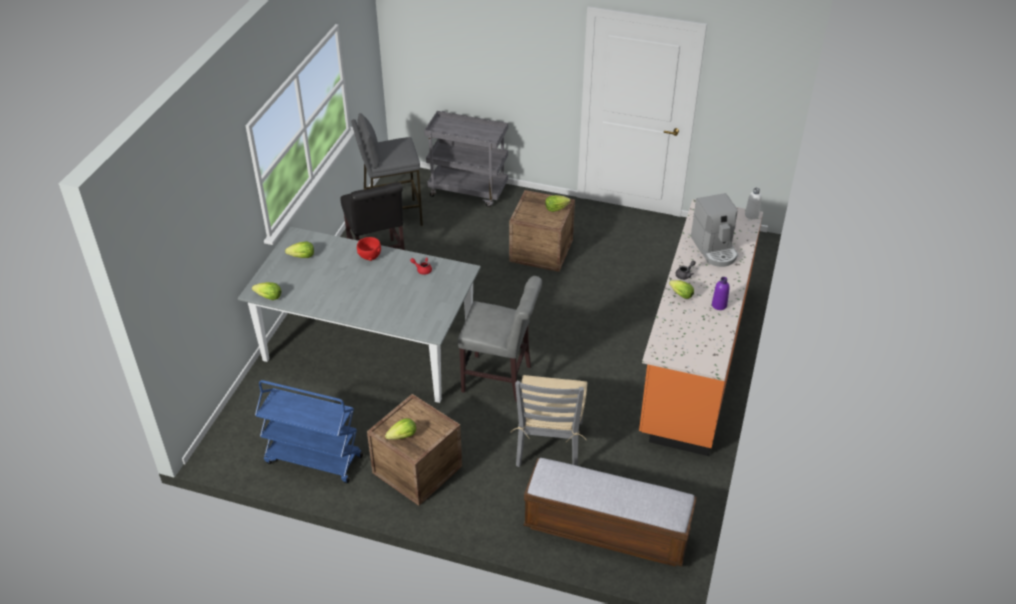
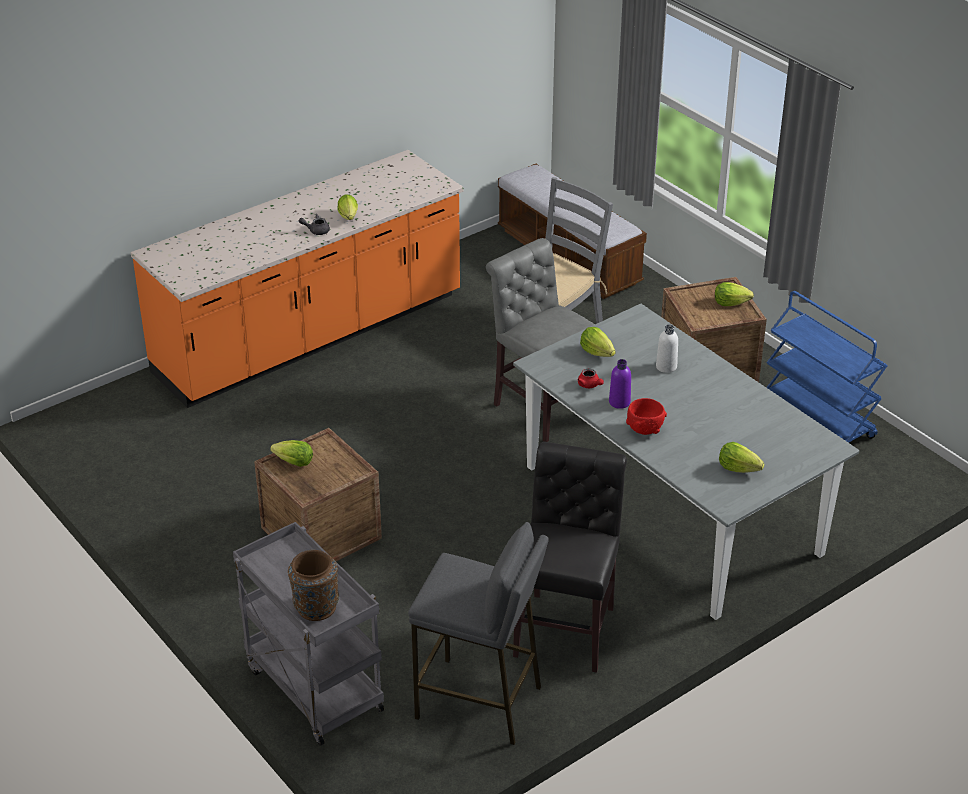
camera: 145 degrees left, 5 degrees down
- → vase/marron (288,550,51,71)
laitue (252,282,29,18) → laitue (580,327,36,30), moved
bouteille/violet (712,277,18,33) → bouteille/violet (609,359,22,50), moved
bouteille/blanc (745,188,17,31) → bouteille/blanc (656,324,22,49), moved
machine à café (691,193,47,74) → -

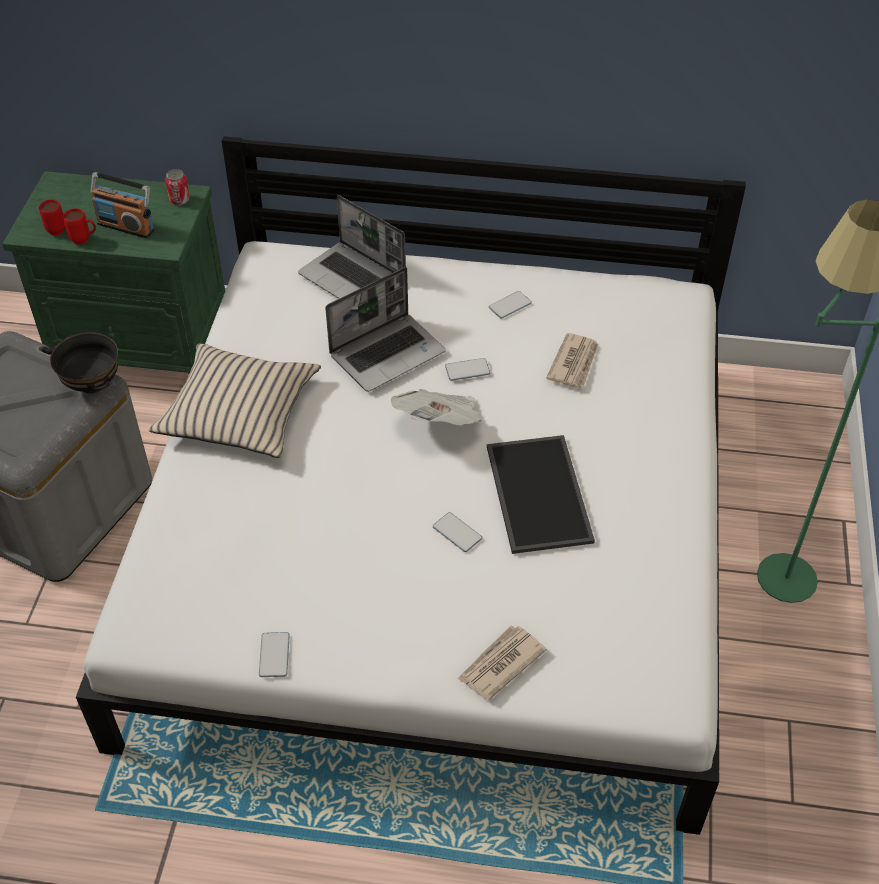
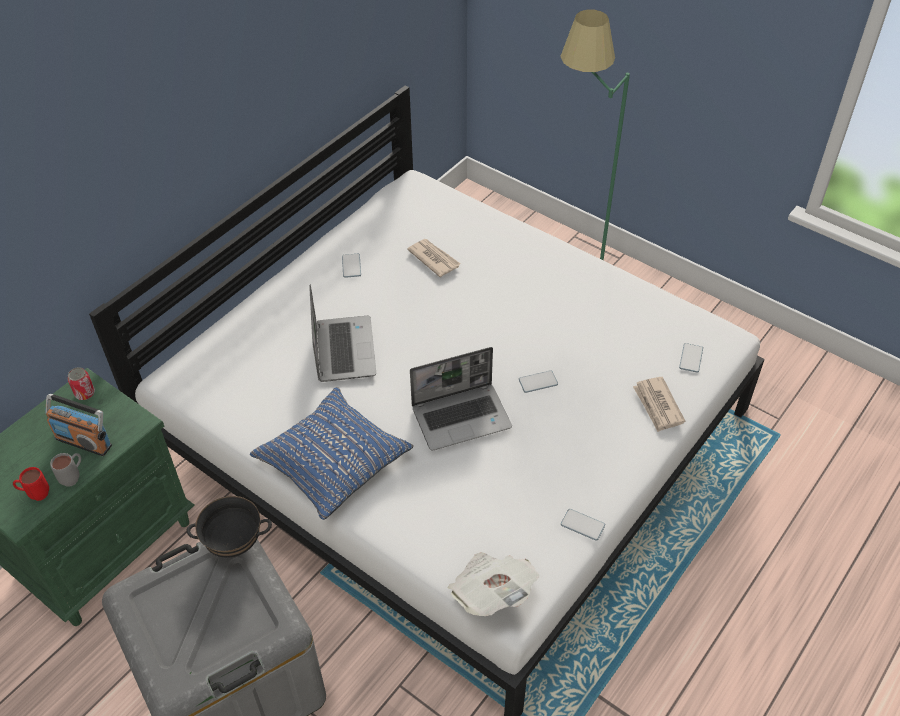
camera: 60 degrees left, 0 degrees up
radio (90,172,65,66) → radio (45,394,67,62), 60 degrees clockwise
mug/rouge (63,208,33,37) → mug/gris (50,453,31,34)
coussin/beige (149,343,172,115) → coussin/bleu (250,387,164,133)
ordinateur portable (298,195,108,104) → ordinateur portable (410,347,102,104), moved
journal (391,389,90,36) → journal (447,552,92,64), moved
téléphone (445,358,45,23) → téléphone (679,343,24,30), moved
plateau (487,435,108,119) → -

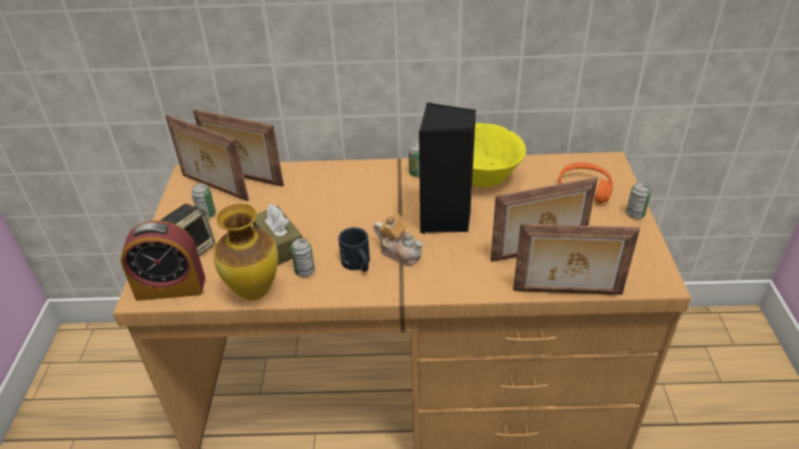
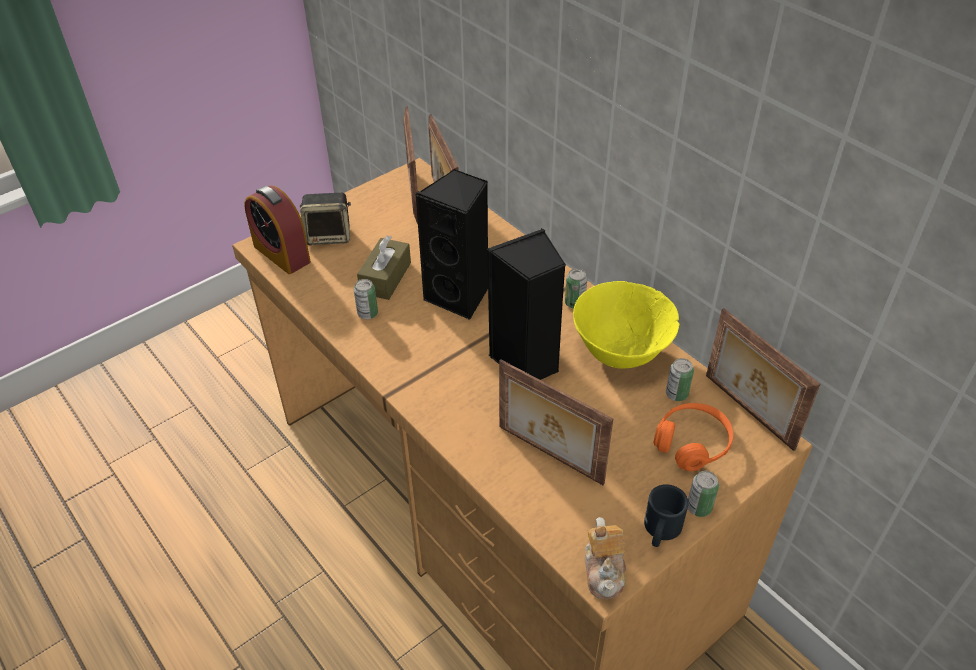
camera: 50 degrees right, 5 degrees up
- → enceinte/noir (415,169,73,151)
théière (374,214,49,51) → théière (585,517,41,82), moved
mug/noir (338,227,32,45) → mug/noir (644,484,45,63), moved
boîte métallique (191,183,25,36) → boîte métallique (666,358,28,43), moved
cadre photo (513,224,127,71) → cadre photo (706,308,114,143), moved
vase (214,204,64,96) → -

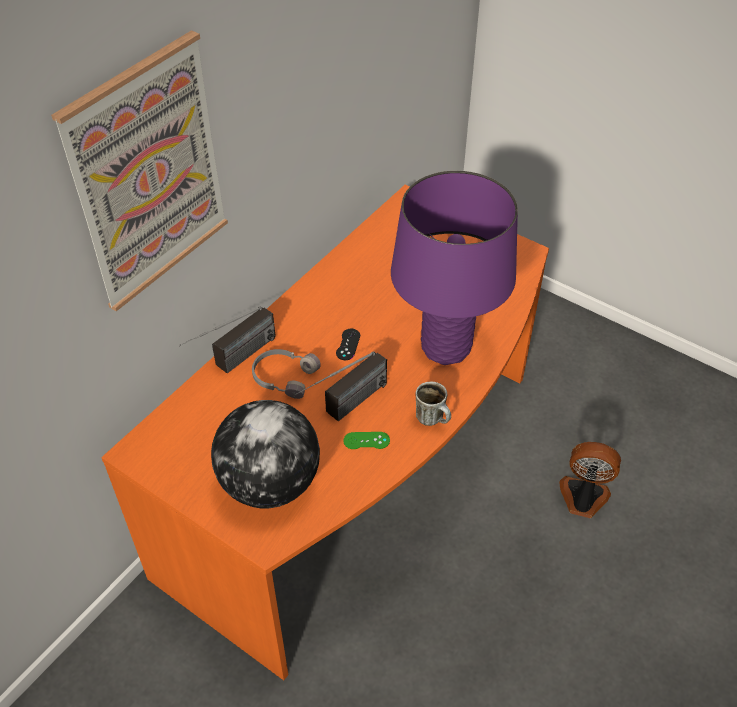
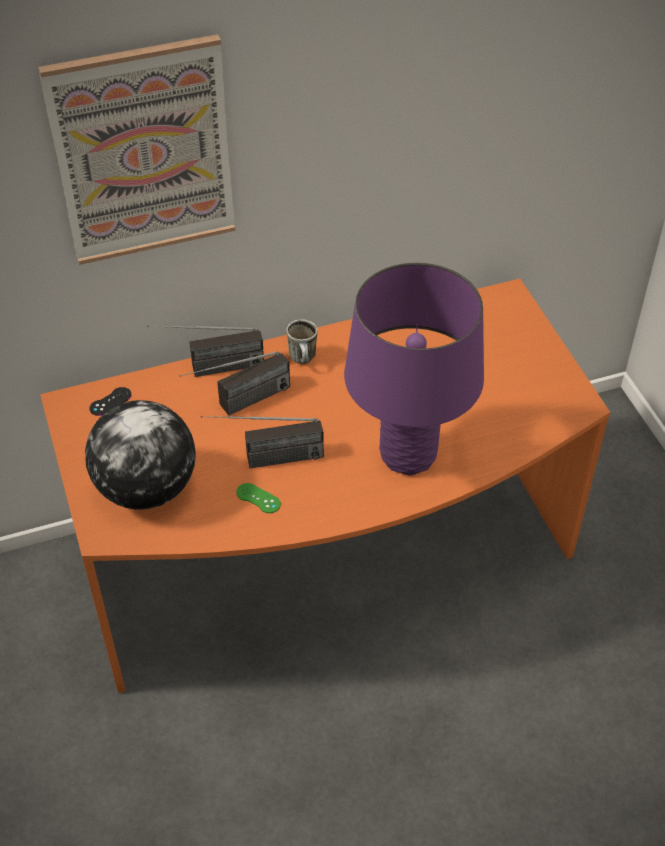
camera: 35 degrees right, 0 degrees up
manette/noir (336,329,24,31) → manette/noir (89,387,43,29), moved
casque audio/gris (252,349,69,50) → radio (179,351,111,64)
mug (415,381,36,45) → mug (286,319,32,45), moved
ventilateur (559,442,62,76) → -

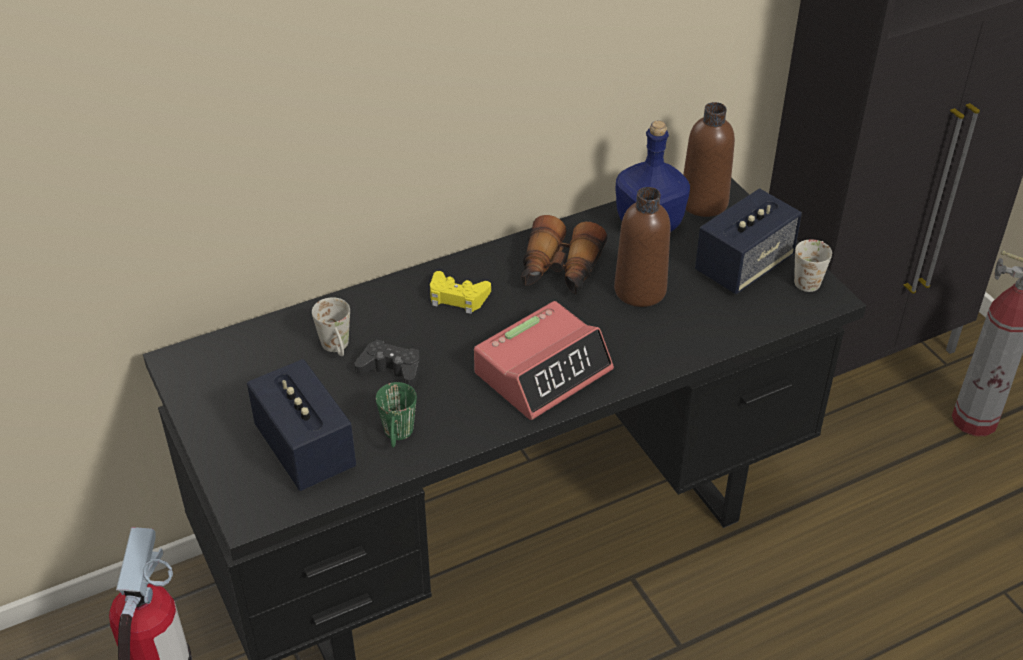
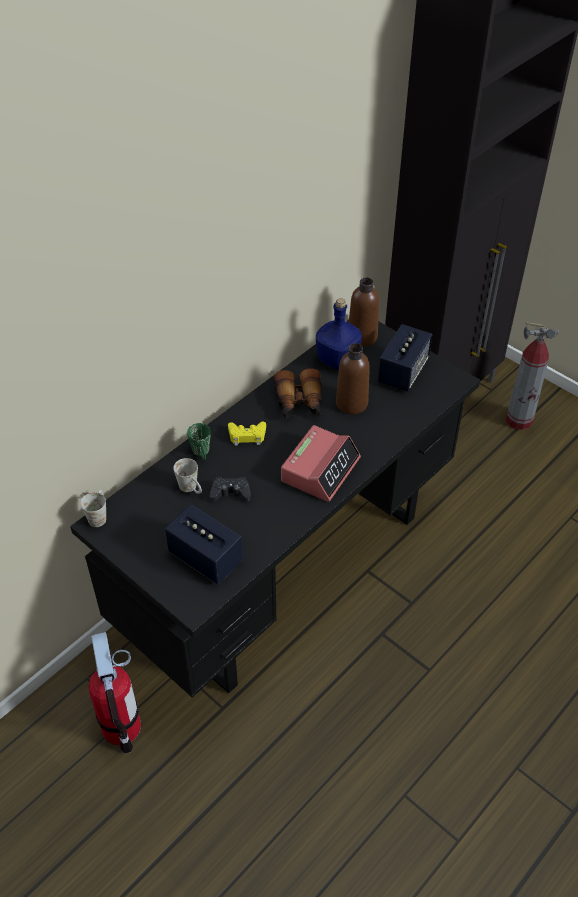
camera: 20 degrees left, 5 degrees up
mug/blanc (794,239,38,53) → mug/blanc (80,490,26,37), moved
mug/vert (376,382,41,66) → mug/vert (187,423,24,37), moved

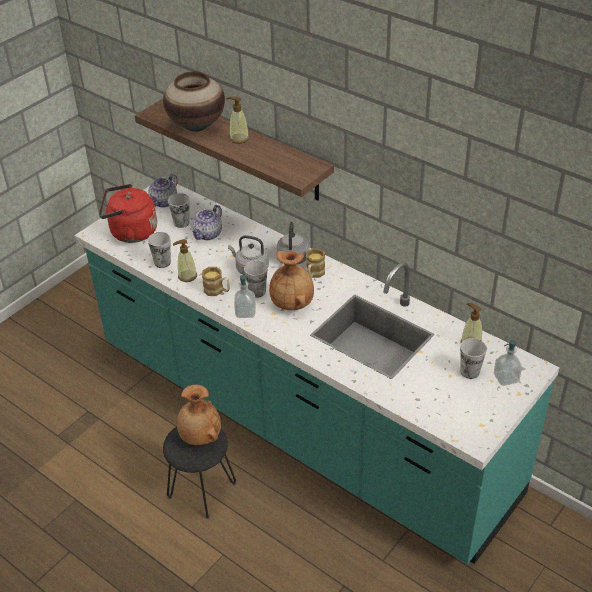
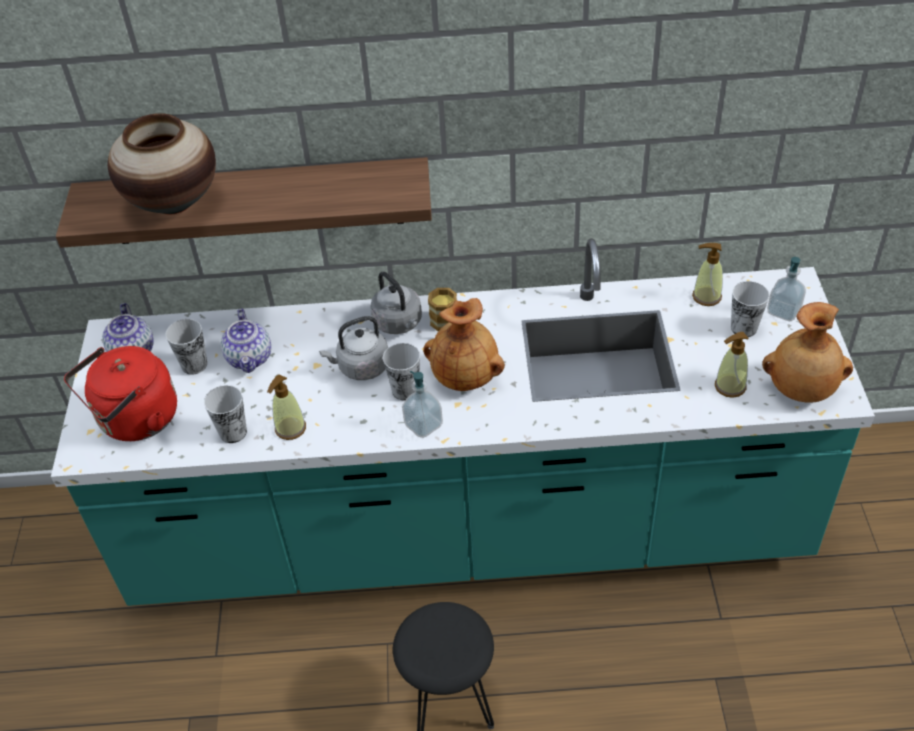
camera: 40 degrees left, 5 degrees up
distributeur de savon (226,96,23,48) → distributeur de savon (715,332,34,66), moved
vase/marron (177,385,44,60) → vase/marron (762,302,91,101), moved
mug (202,267,28,29) → -

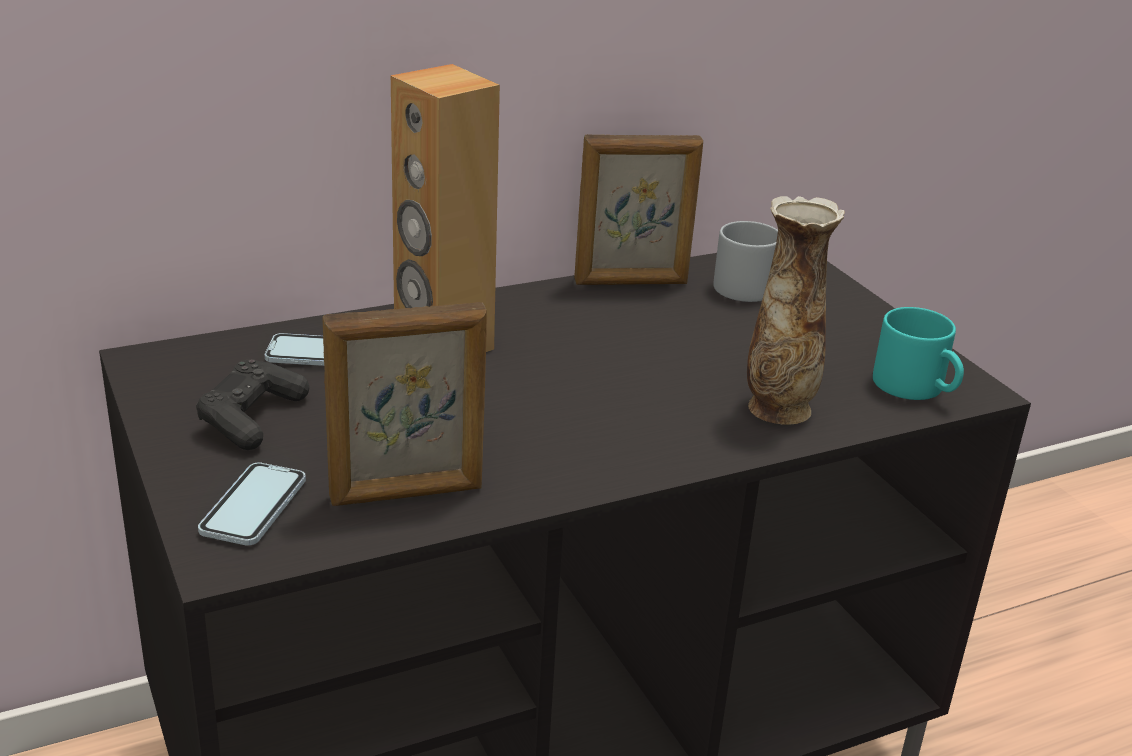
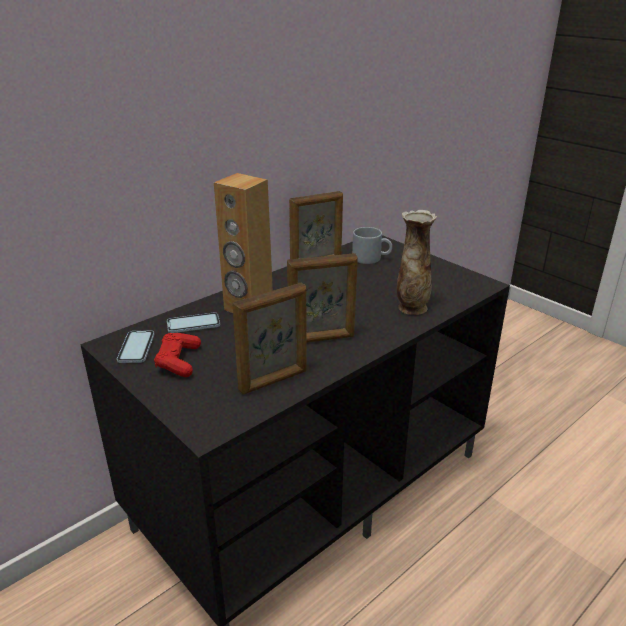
camera: 15 degrees left, 0 degrees up
téléphone (198,462,108,83) → téléphone (117,331,38,32), moved
manette/noir (196,359,113,91) → manette/rouge (154,333,47,44)
- → cadre photo (287,253,71,89)
mug/turquoise (873,307,91,93) → -

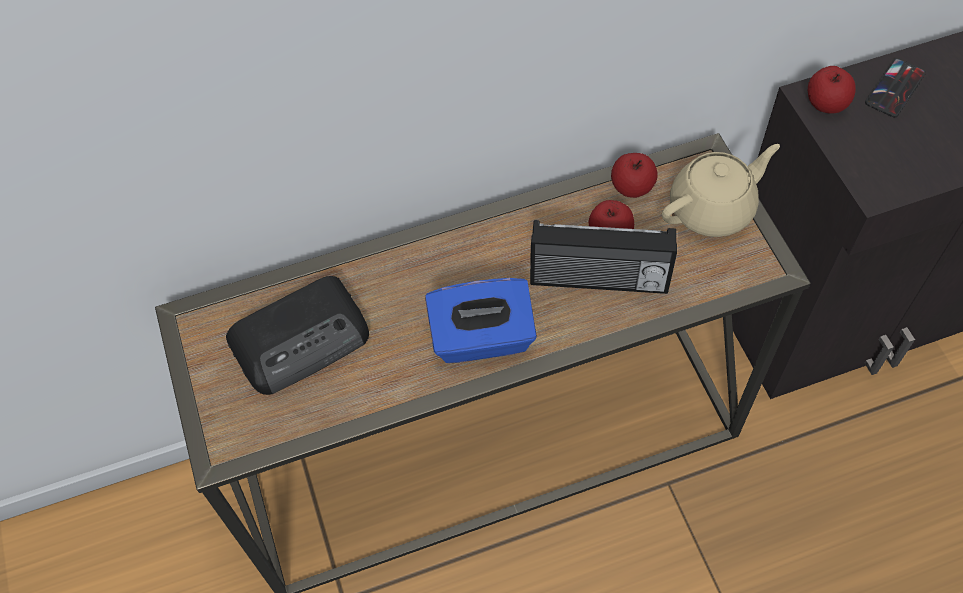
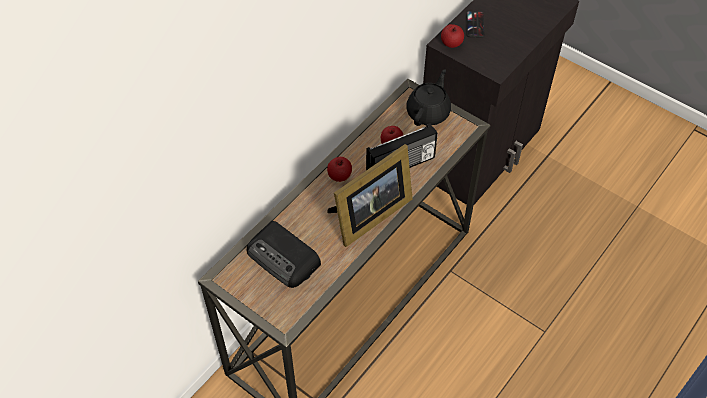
camera: 35 degrees left, 5 degrees down
radio (226,276,143,119) → radio (247,221,74,67), 105 degrees clockwise
boîte à mouchoirs/bleu (425,278,112,85) → cadre photo (327,144,86,103)
pomme (611,153,46,45) → pomme (327,157,25,25), moved
théière/beige (662,144,118,93) → théière/noir (406,69,45,57)

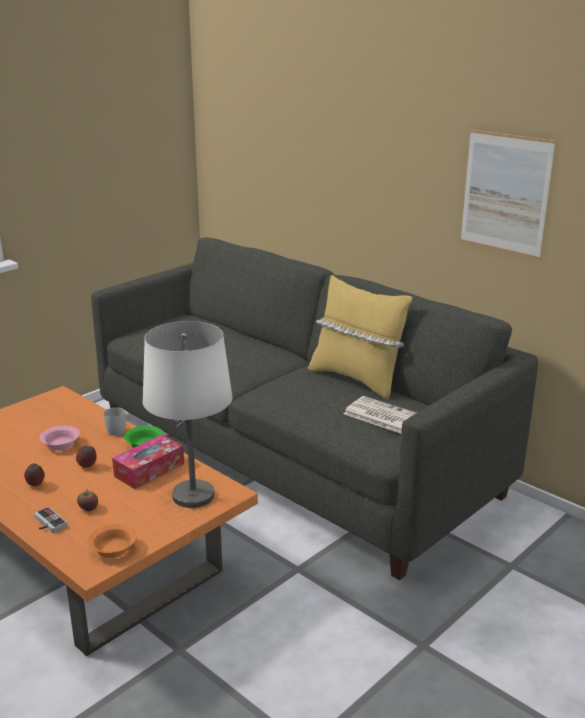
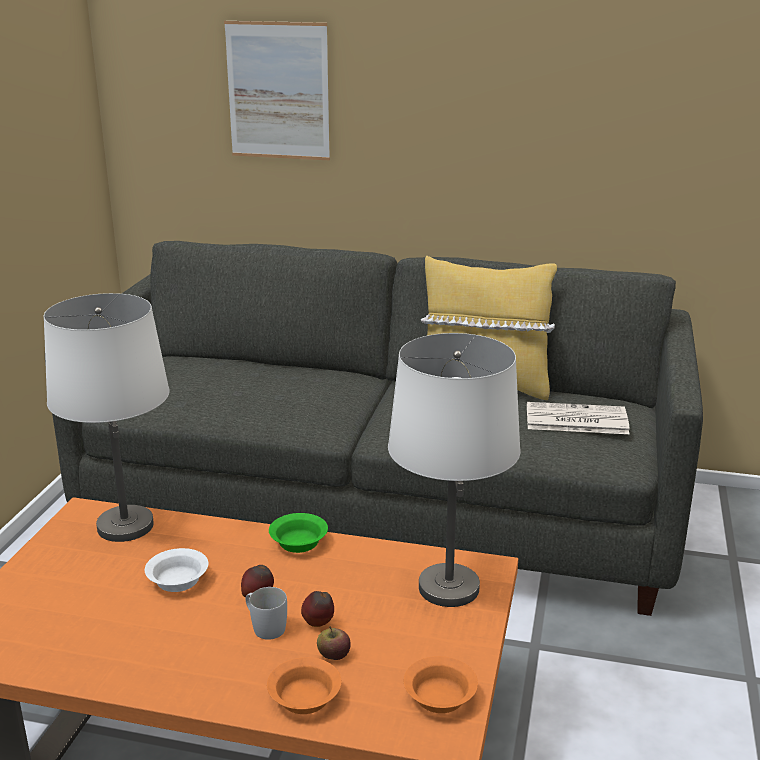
camera: 30 degrees left, 0 degrees up
- → lampe de table/blanc (44,293,126,249)
bol/rose (40,426,40,25) → bol/blanc (145,548,63,44)
tableau (460,130,96,130) → tableau (224,21,106,139), moved
mug/blanc (104,407,22,29) → mug/blanc (246,587,41,53), moved
manette (34,507,33,26) → bol/orange (267,657,74,57)
pomme (24,463,21,23) → pomme (301,591,33,36), moved
boîte à mouchoirs (112,435,72,54) → -

